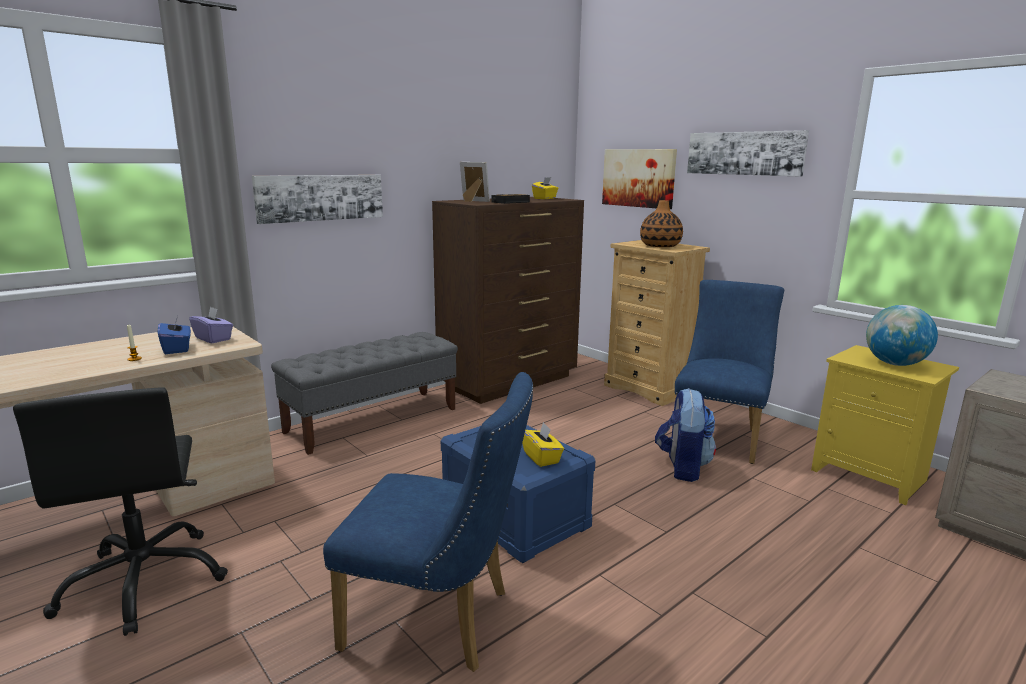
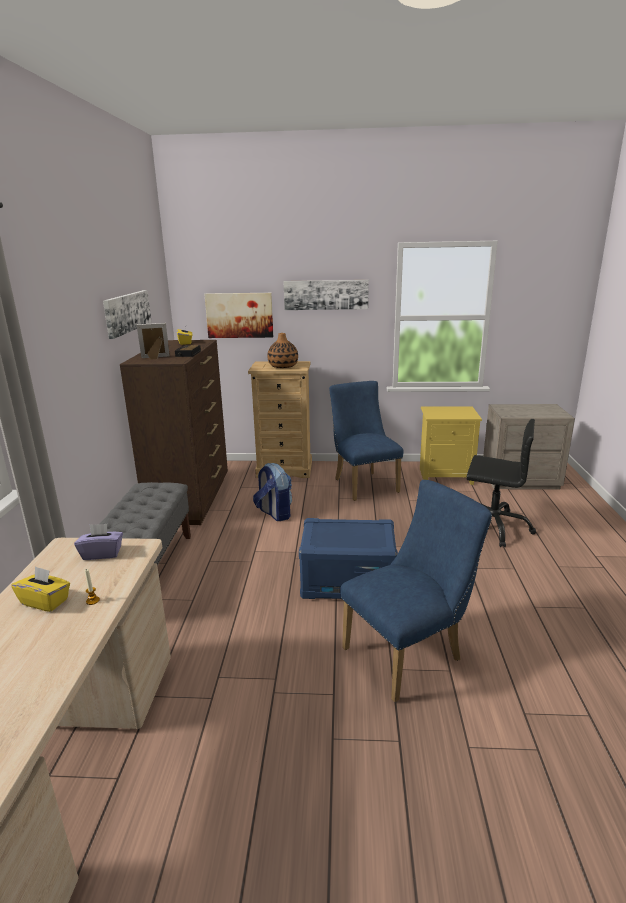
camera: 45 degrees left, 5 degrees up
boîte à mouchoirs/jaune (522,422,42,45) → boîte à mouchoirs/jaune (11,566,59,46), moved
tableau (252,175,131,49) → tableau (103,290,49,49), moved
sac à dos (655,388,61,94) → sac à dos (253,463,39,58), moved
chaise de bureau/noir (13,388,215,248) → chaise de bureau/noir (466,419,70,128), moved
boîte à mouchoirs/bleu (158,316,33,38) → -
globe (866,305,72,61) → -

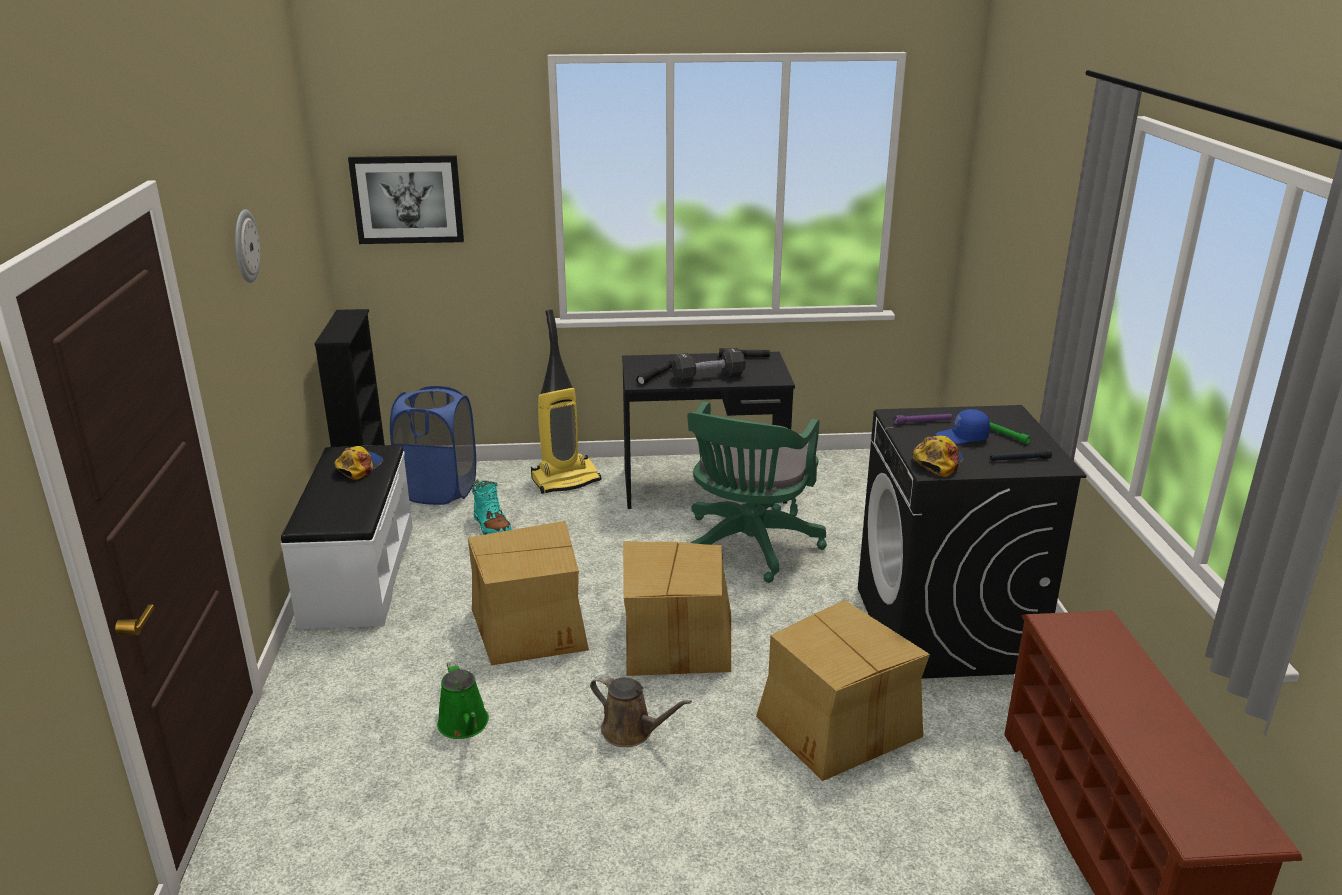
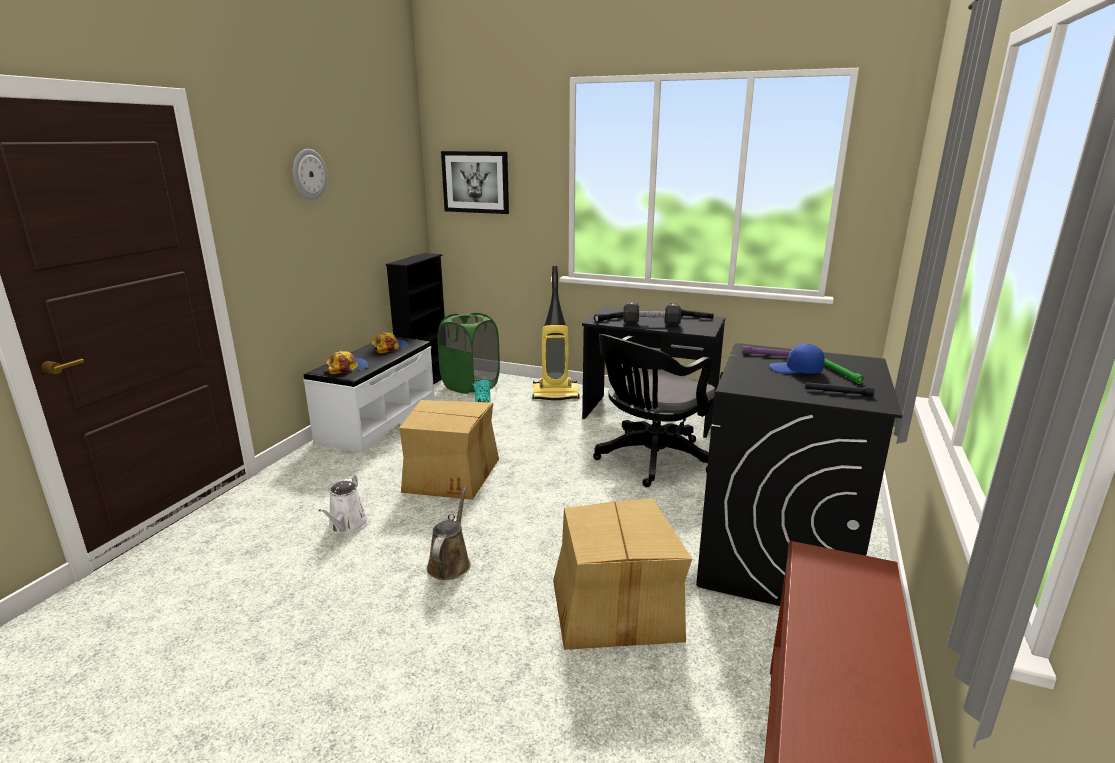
camera: 25 degrees right, 5 degrees down
arrosoir/vert (437,660,52,79) → arrosoir/blanc (318,476,51,58)
casquette (912,435,52,42) → casquette (326,351,42,23), moved
arrosoir/marron (590,675,102,72) → arrosoir/marron (427,487,44,93), 135 degrees counterclockwise
panier à linge/bleu (390,386,86,119) → panier à linge/vert (437,313,63,81)
chaise de bureau/vert (687,401,140,182) → chaise de bureau/noir (593,334,122,153)
carton (623,541,108,135) → -

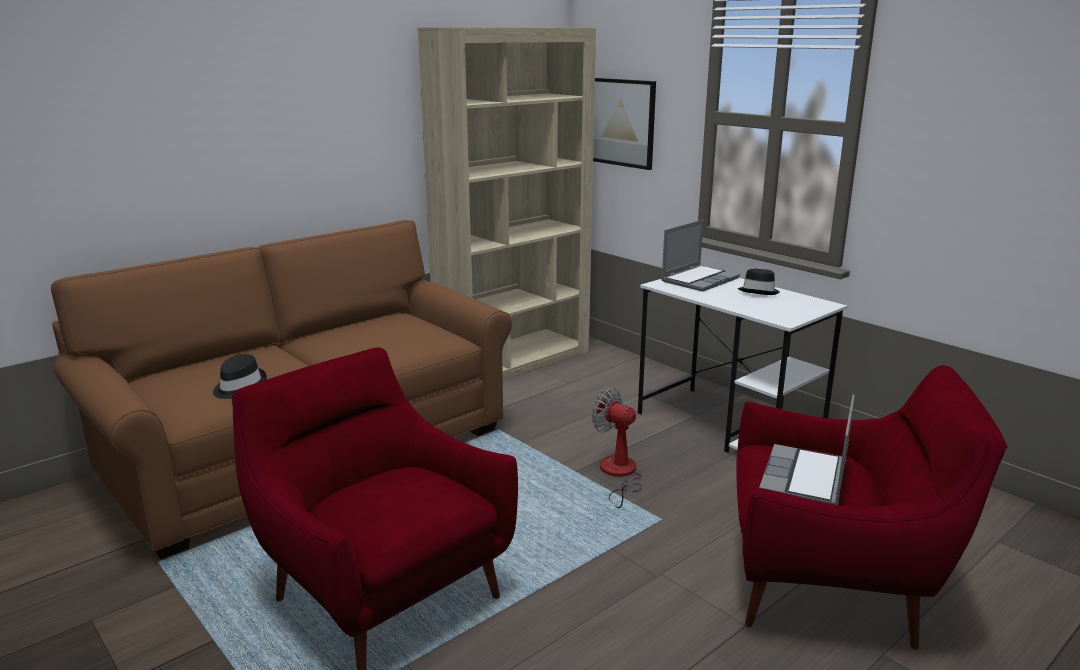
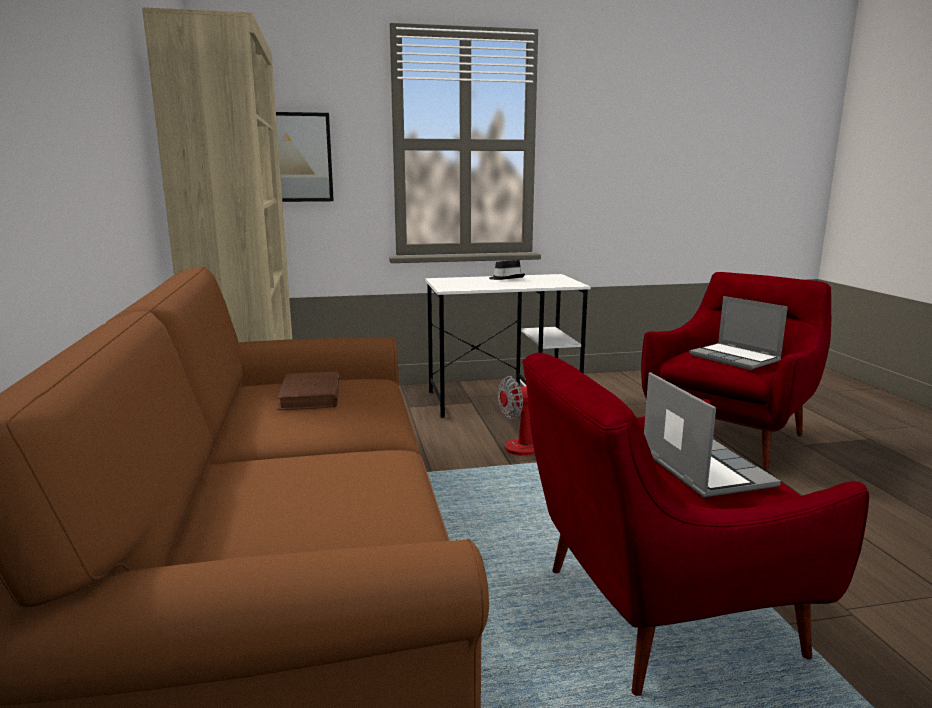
camera: 60 degrees left, 5 degrees down
- → livre/marron (277,371,62,39)
ordinateur portable (661,220,79,72) → ordinateur portable (644,372,137,126), moved
chapeau/noir (213,354,54,45) → -

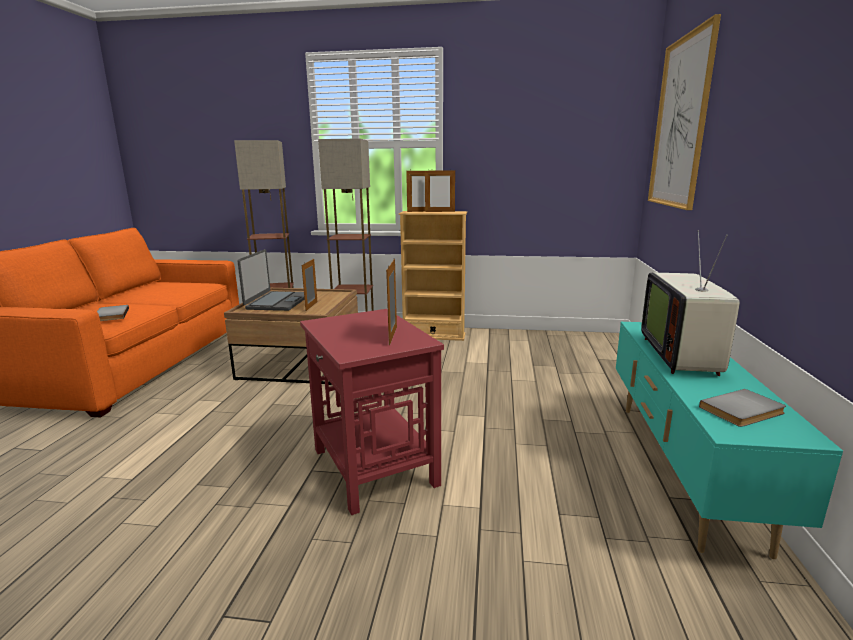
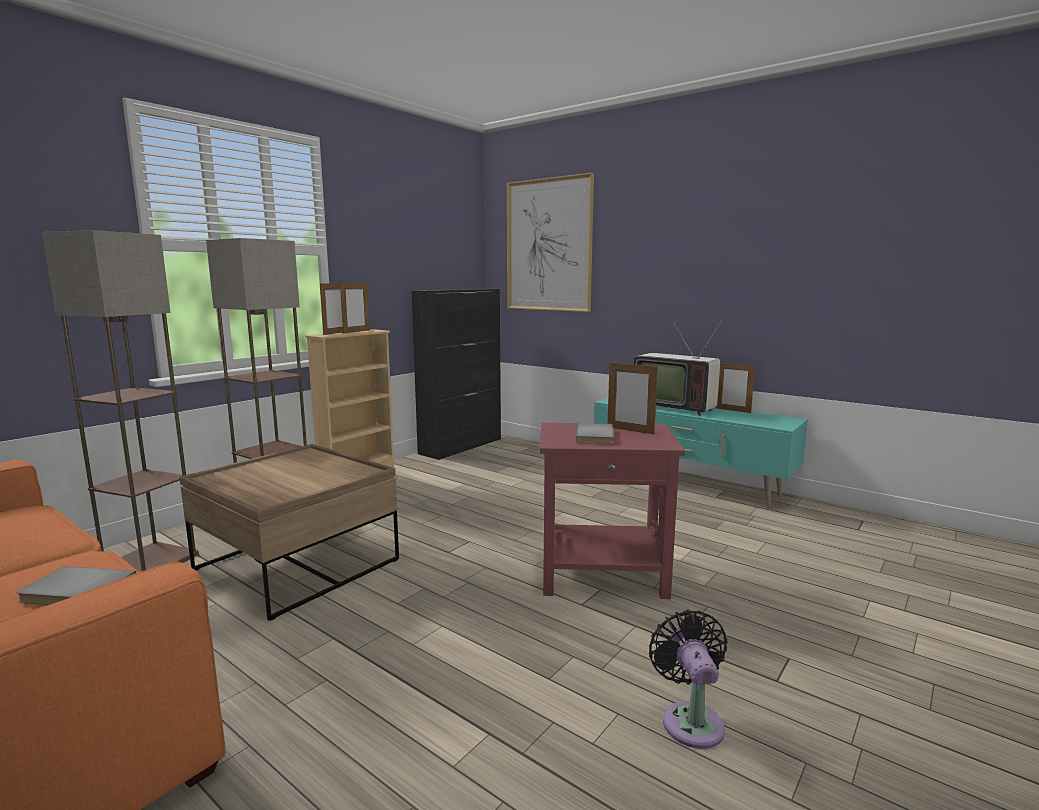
camera: 60 degrees left, 5 degrees down
- → meuble de rangement/noir (412,289,89,171)
livre/gris (699,389,87,38) → livre/gris (576,423,38,21), moved
- → ventilateur/noir (649,610,78,139)
cadre photo (302,259,15,52) → cadre photo (715,361,40,52), moved
ordinateur portable (238,249,66,62) → -

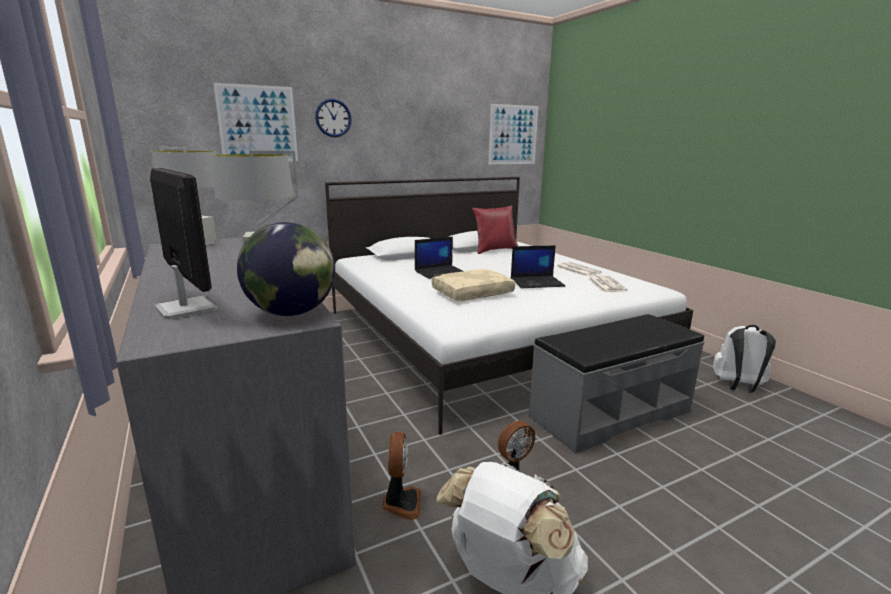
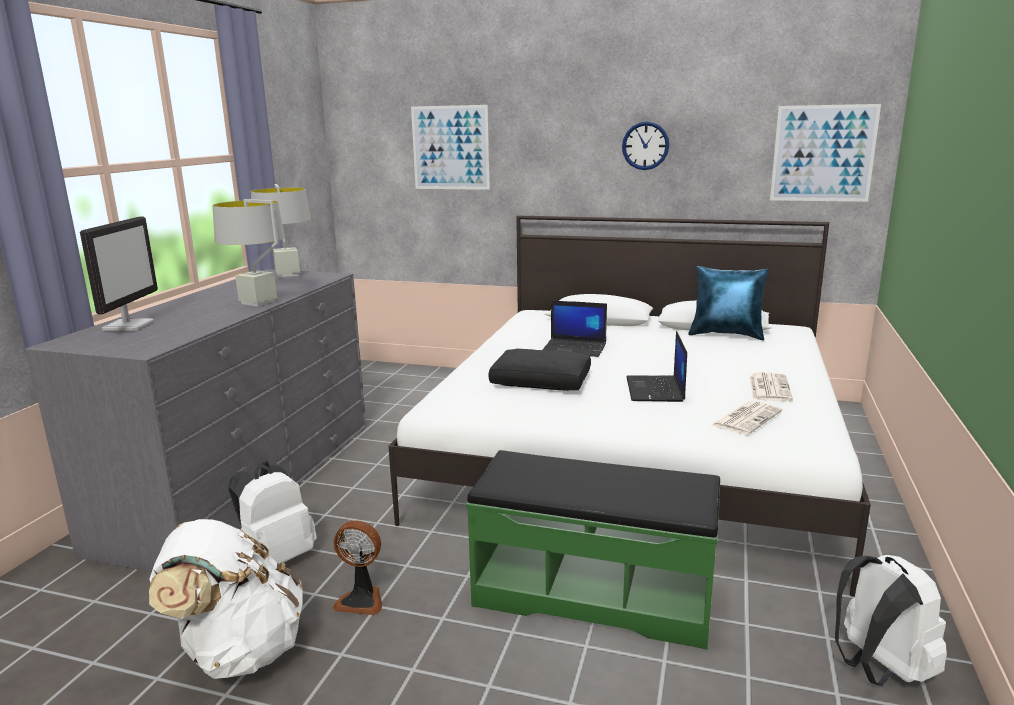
camera: 45 degrees right, 0 degrees up
ventilateur (382,432,39,88) → sac à dos/blanc (228,461,89,103)
banc/gris (529,314,175,140) → banc/vert (466,450,254,200)
coussin/beige (432,269,83,32) → coussin/noir (489,349,102,42)
horloge murale (315,99,37,38) → horloge murale (622,121,47,49), moved
ordinateur portable (511,245,55,43) → ordinateur portable (627,331,60,71), 60 degrees clockwise
coussin/rouge (472,205,46,49) → coussin/bleu (688,266,81,74)
globe (237,222,98,94) → -

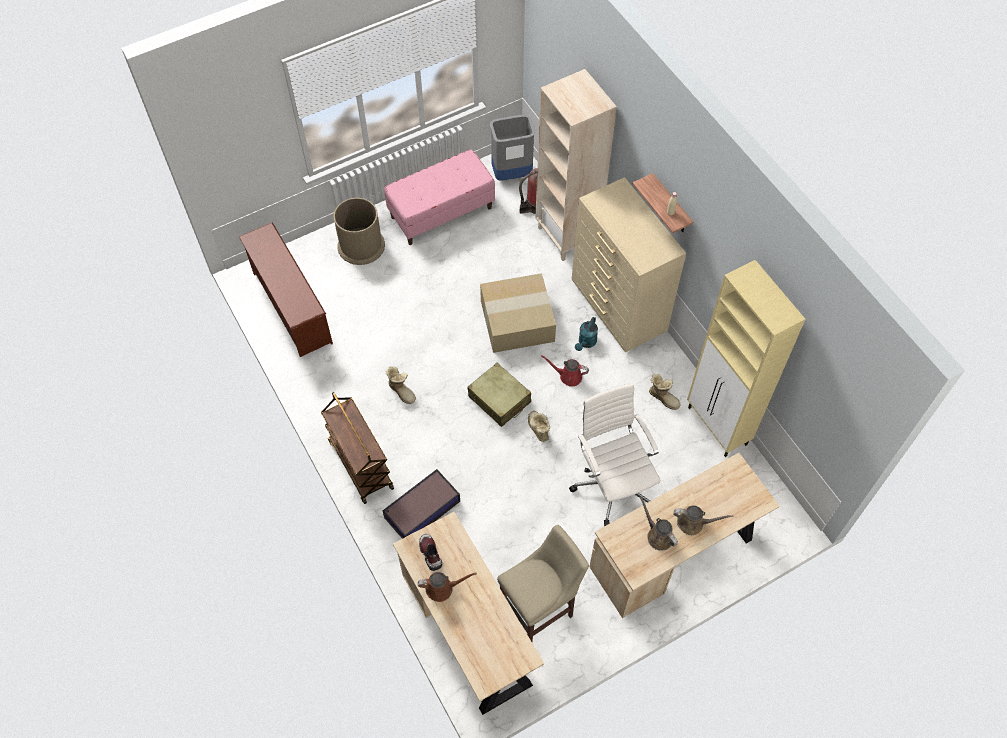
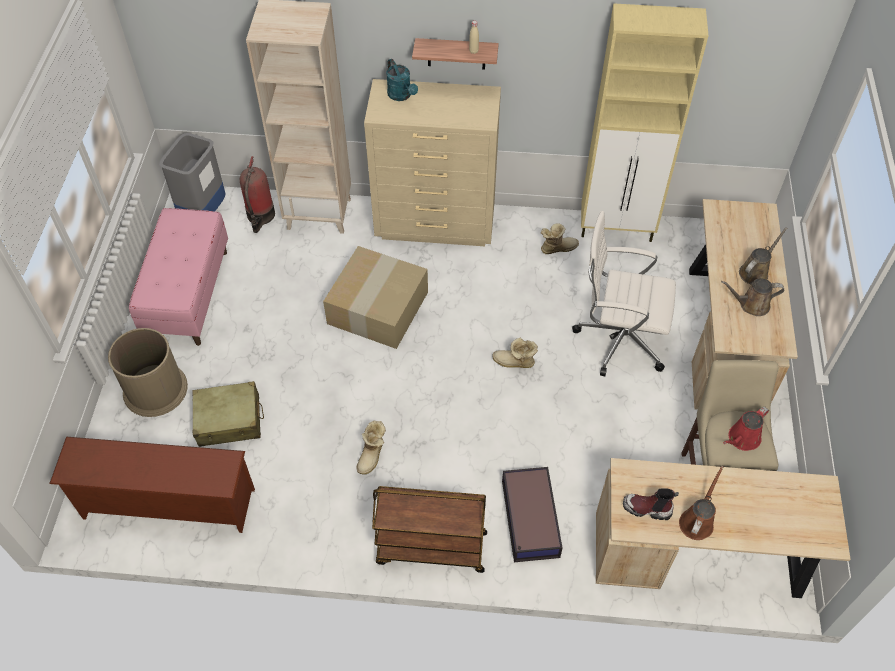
camera: 55 degrees left, 5 degrees down
valise/beige (467,363,64,64) → valise/beige (192,381,72,66), moved
botte (386,366,30,38) → botte (356,421,30,54), 120 degrees clockwise
arrosoir/turquoise (575,317,23,34) → arrosoir/turquoise (386,59,32,42), moved
arrosoir/rouge (541,356,48,31) → arrosoir/rouge (723,406,46,45), moved

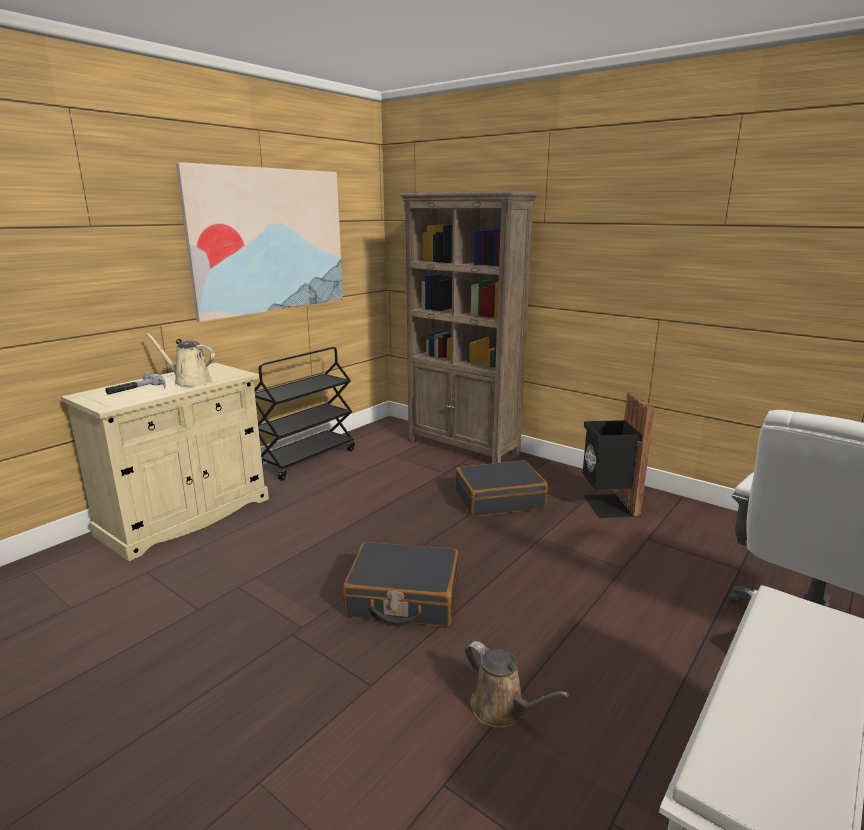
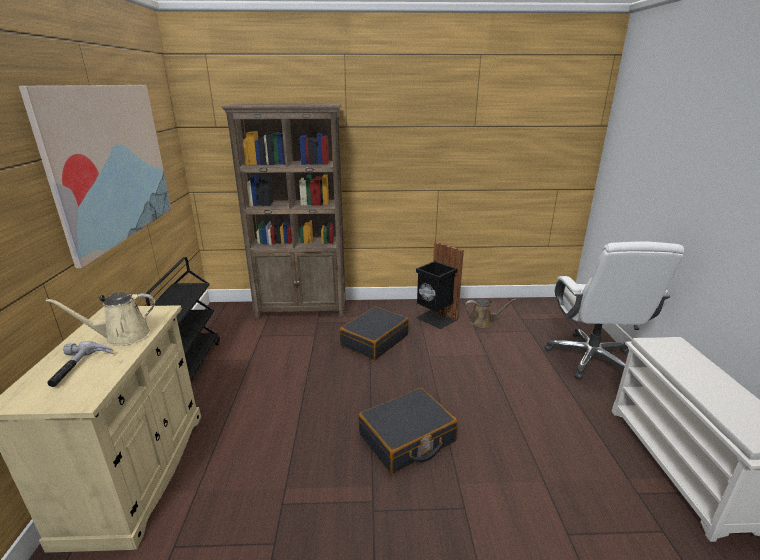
camera: 40 degrees left, 5 degrees up
arrosoir/marron (465,641,104,87) → arrosoir/marron (465,298,51,30), moved

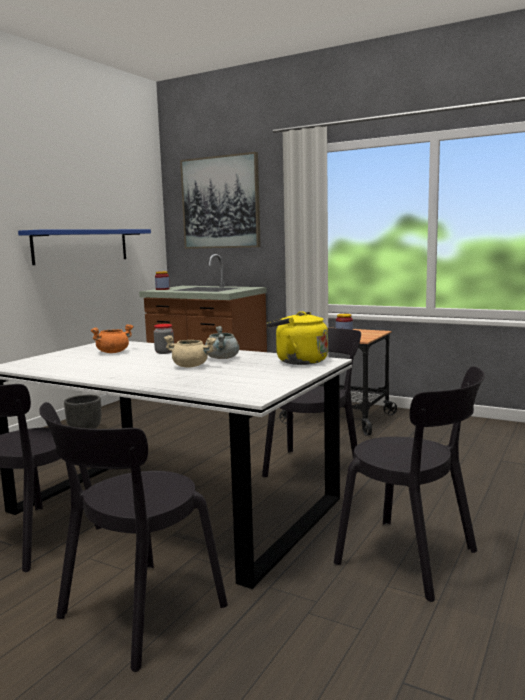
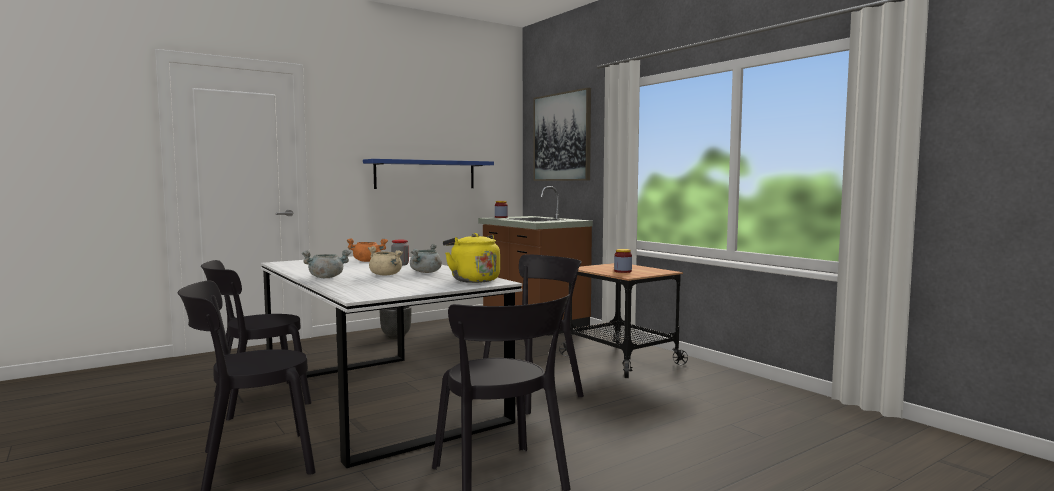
camera: 25 degrees right, 5 degrees down
- → marmite/gris (302,250,49,28)

